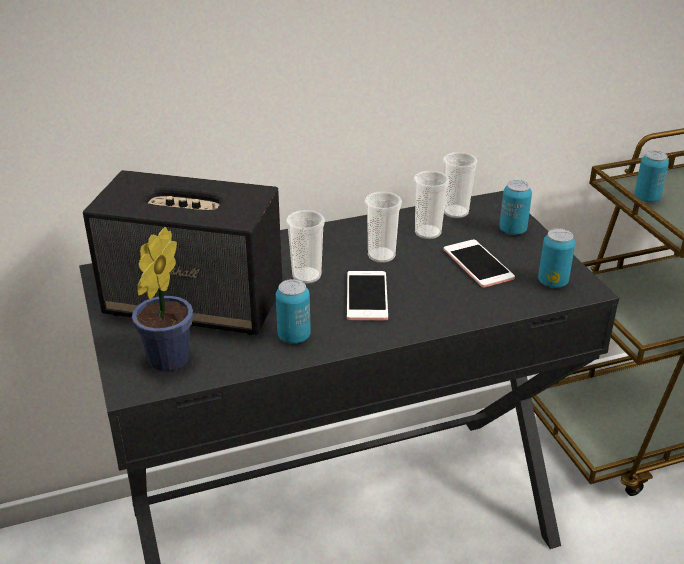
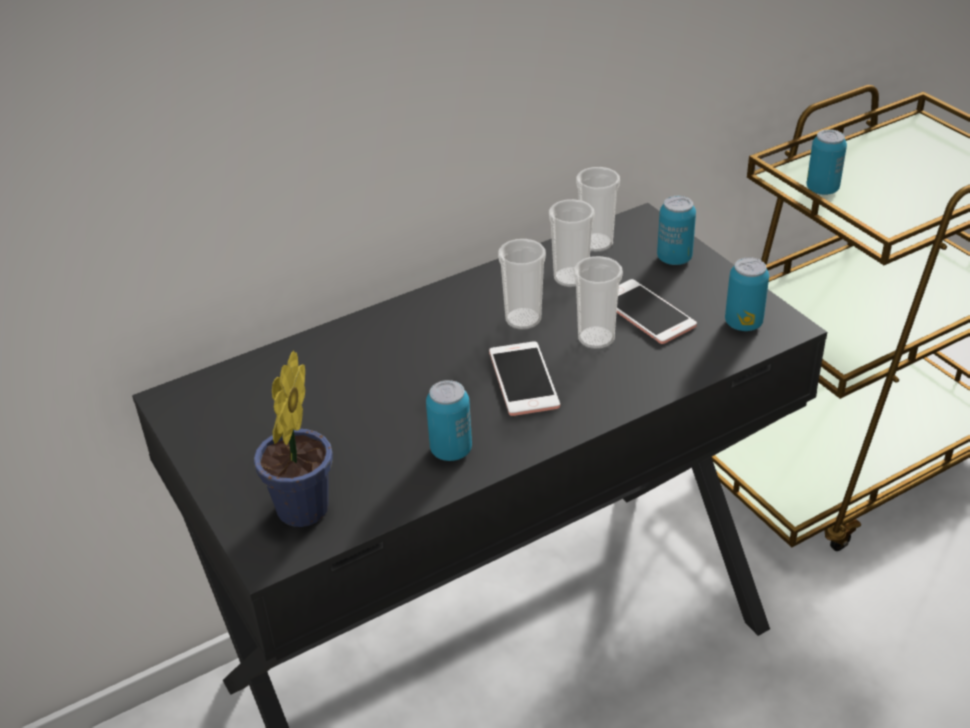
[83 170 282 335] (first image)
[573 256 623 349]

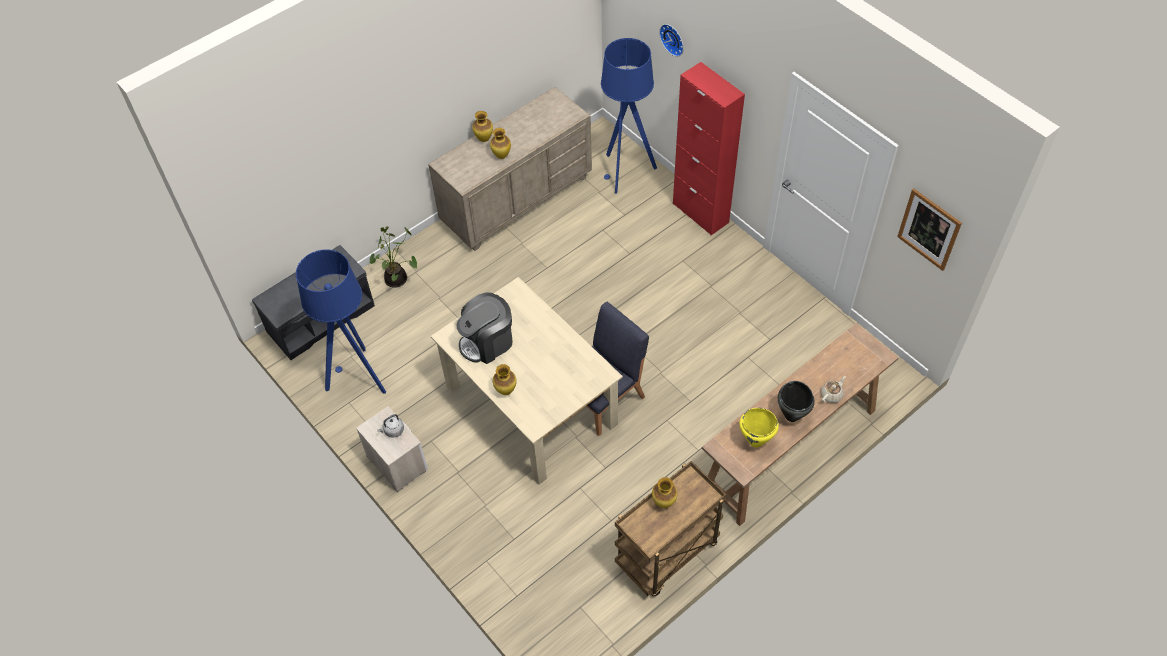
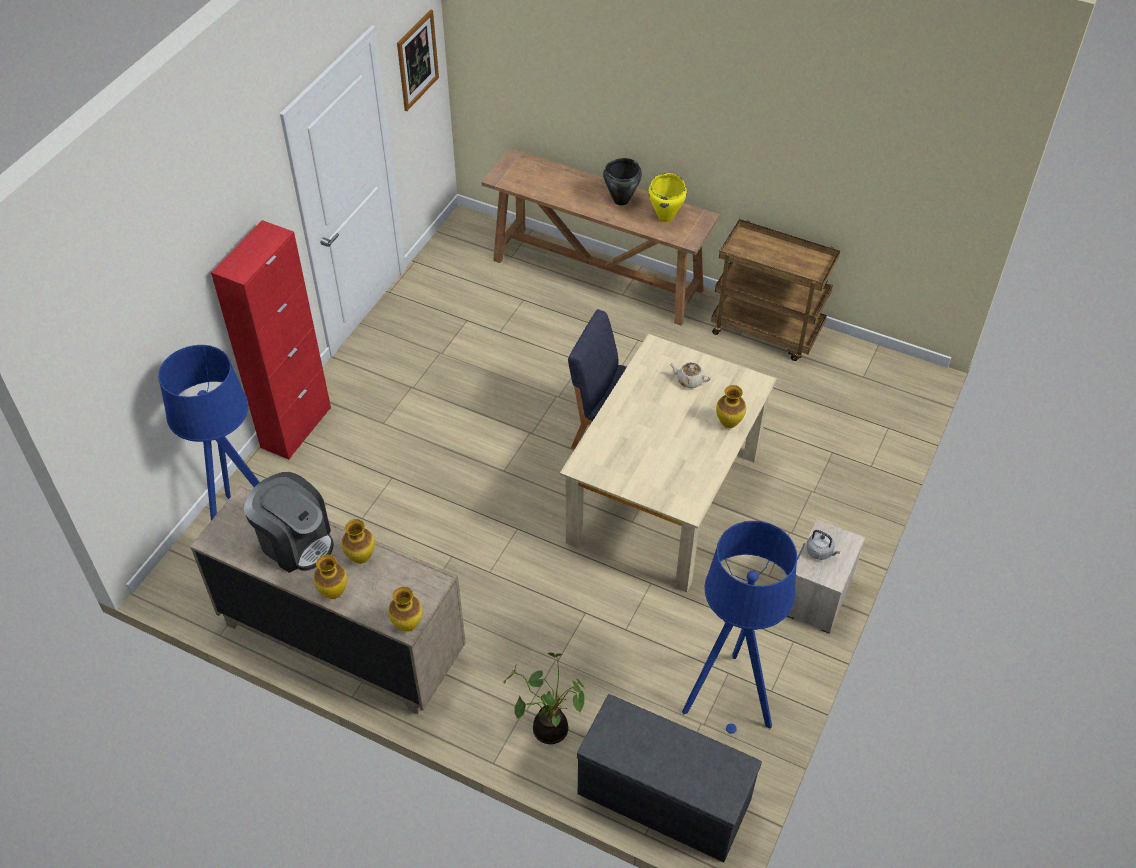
[659 24 684 57] (first image)
[244 472 334 573]
[669 362 711 388]
[388 587 423 632]

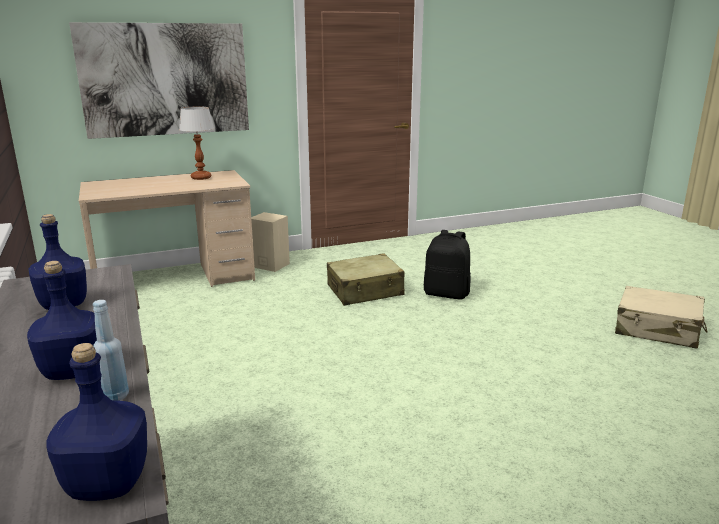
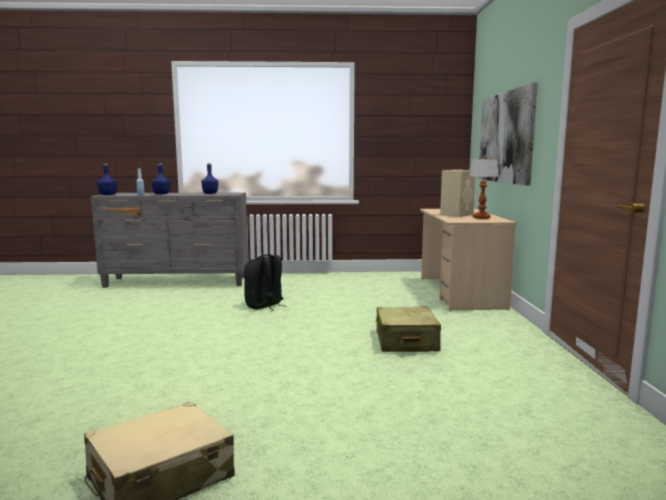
[440 170 475 217]
[244 254 284 310]

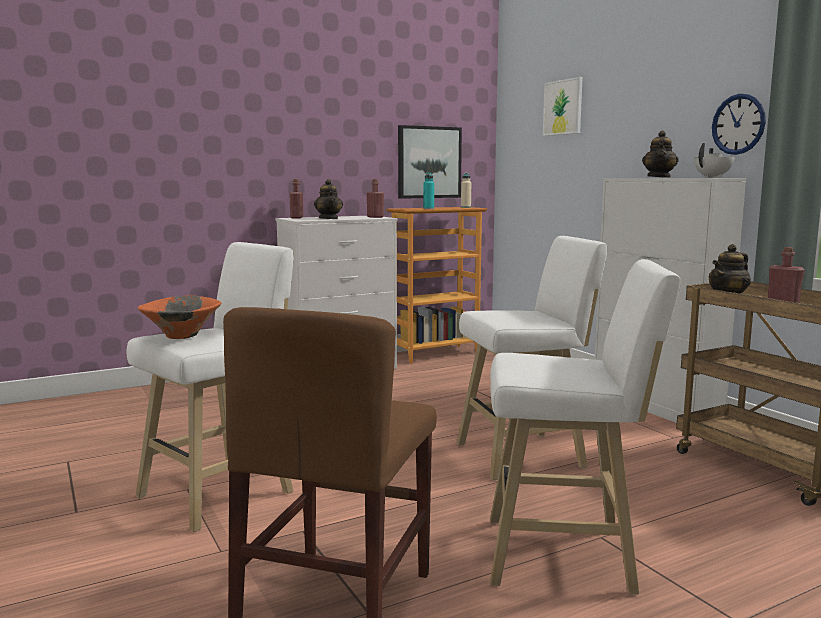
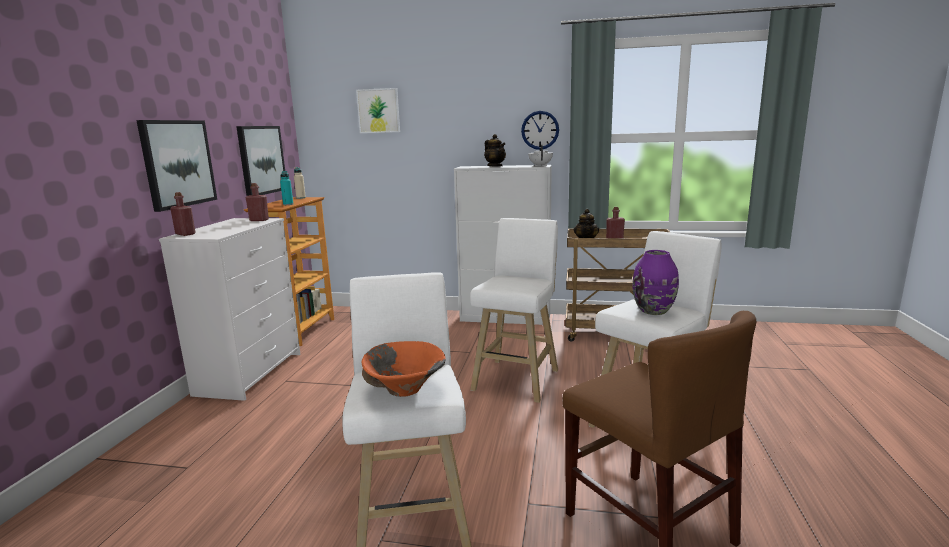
[314 179 343 219] (first image)
[136 120 217 212]
[632 250 679 315]

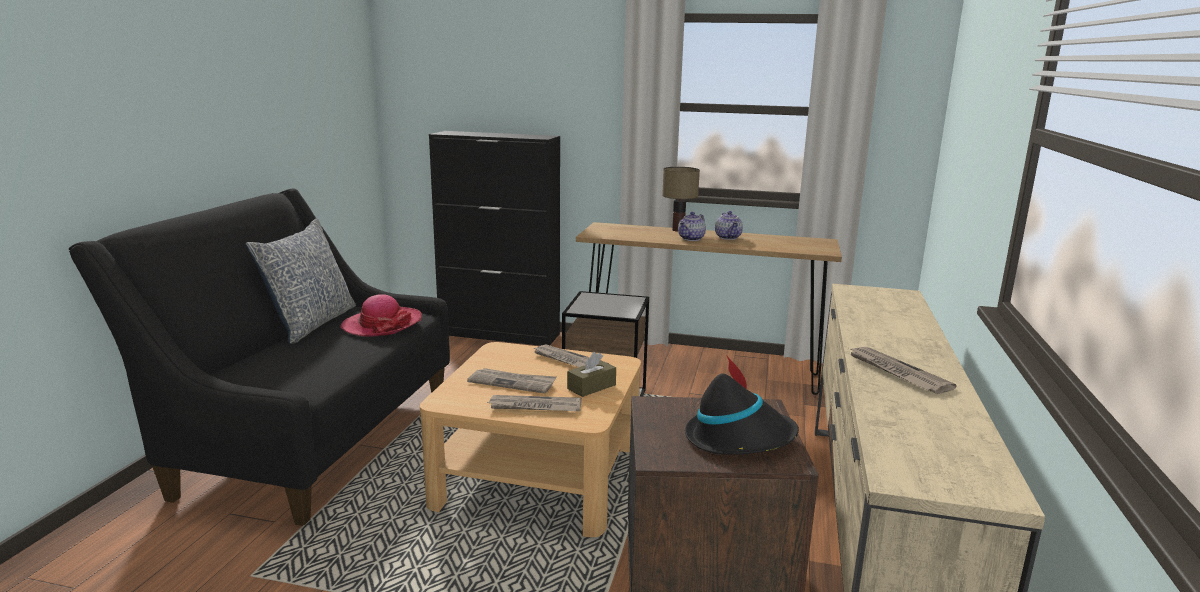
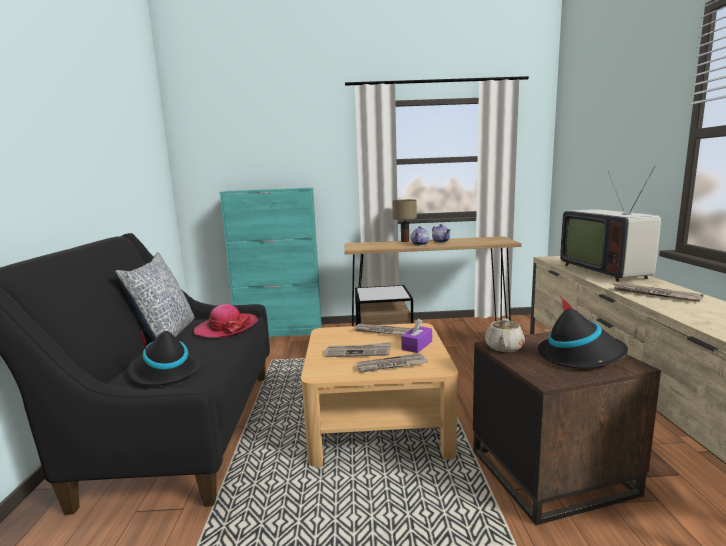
[220 188 322 337]
[401 319 432 353]
[560 166 661 282]
[485 318 525 352]
[128 331 202 385]

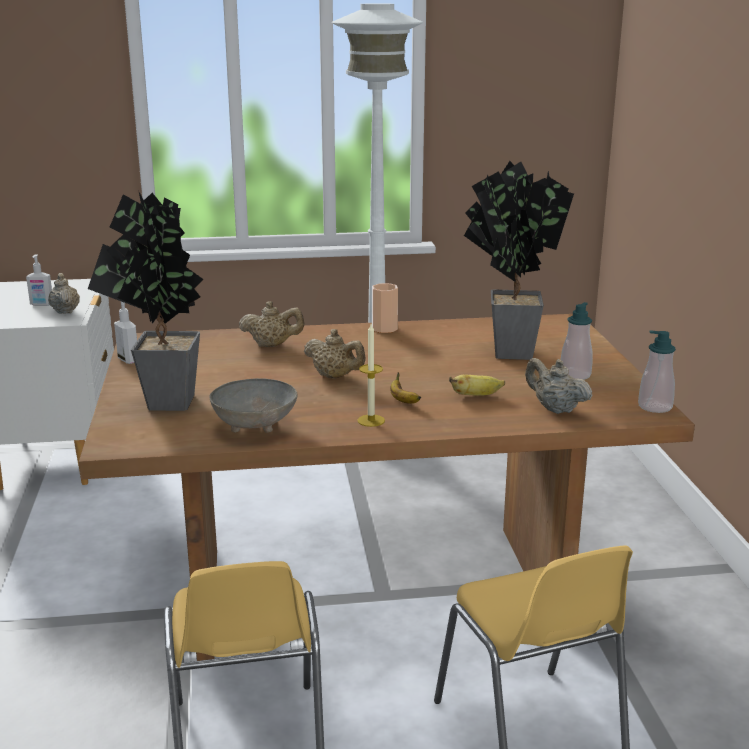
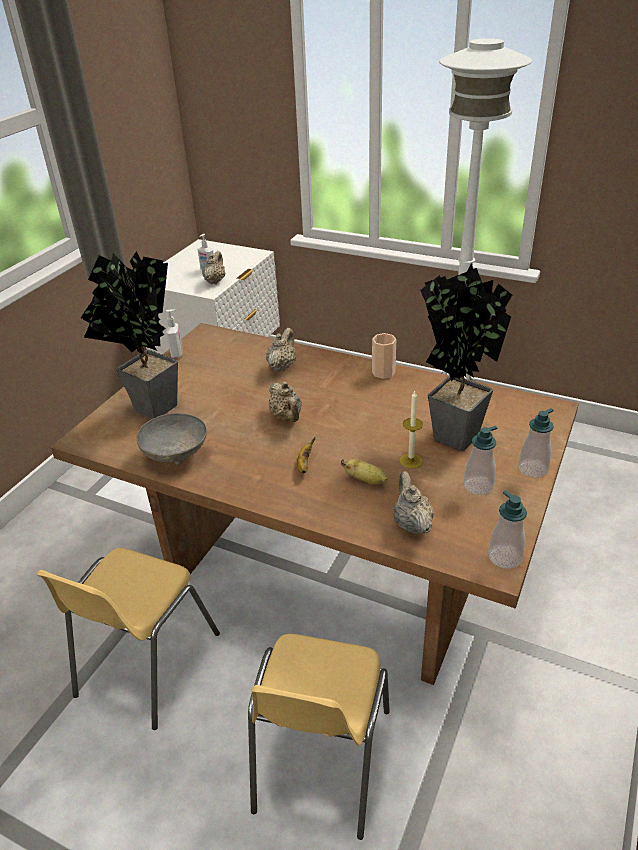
[266 328 296 372]
[400 390 423 469]
[518 408 554 478]

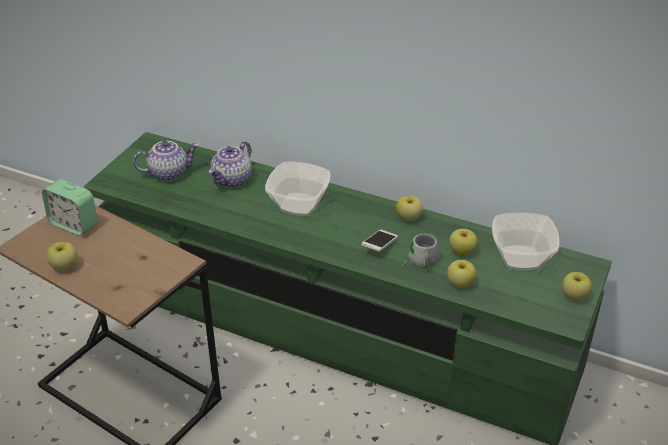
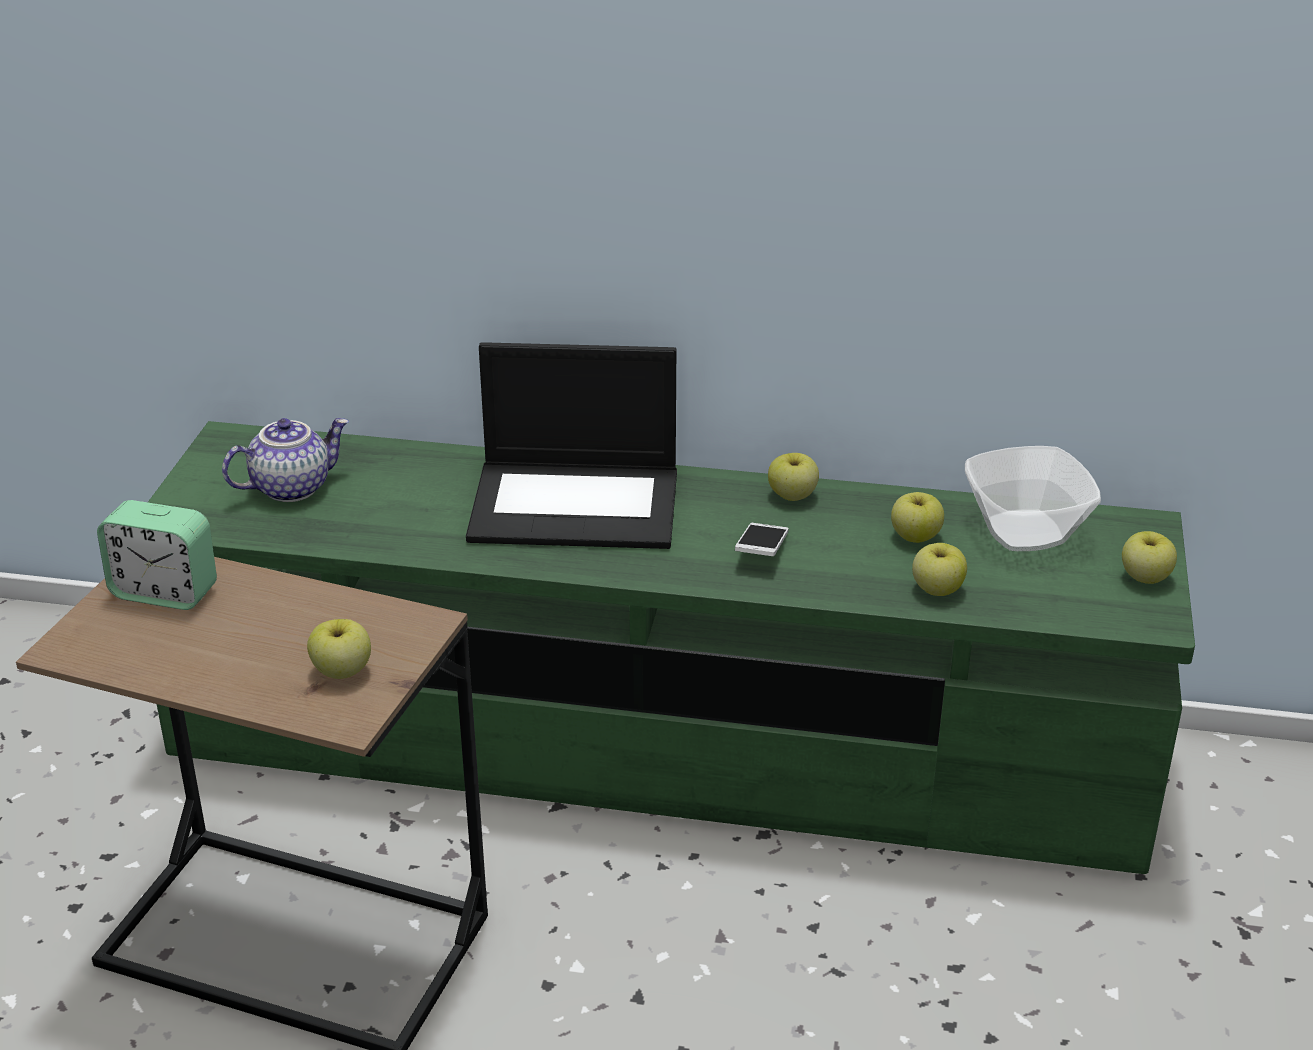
[209 141 251 188] (first image)
[466 342 677 549]
[401 234 440 268] (first image)
[307 619 371 679]

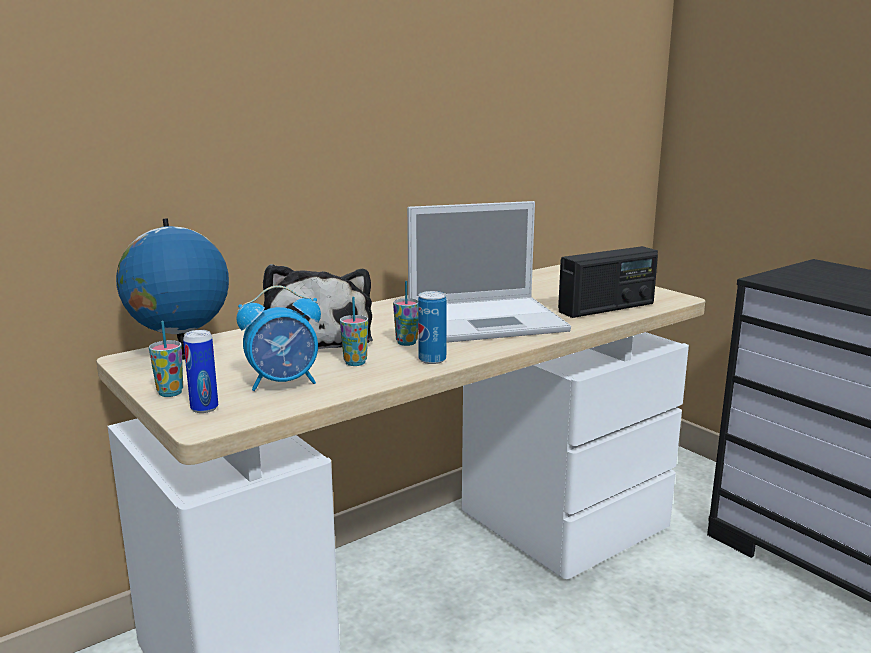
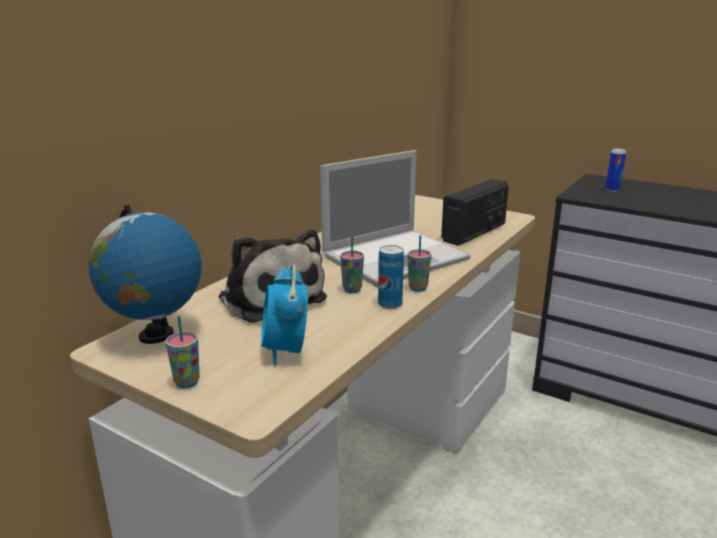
[261 265 308 366]
[408 235 431 292]
[605 149 626 192]

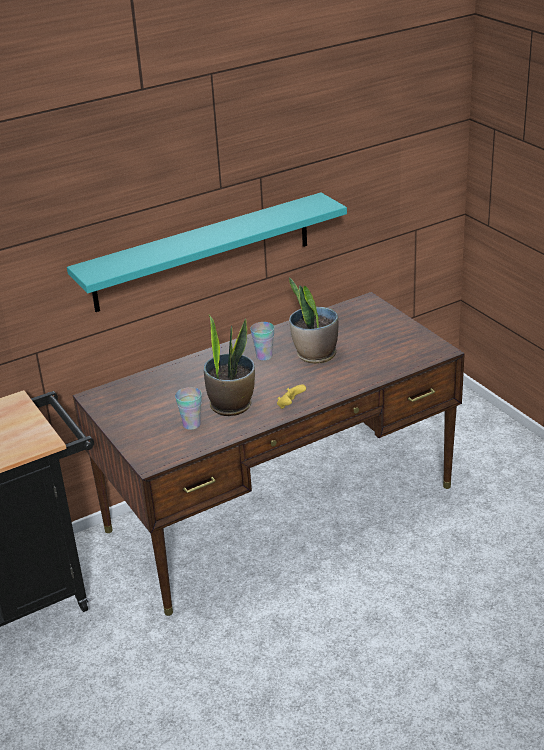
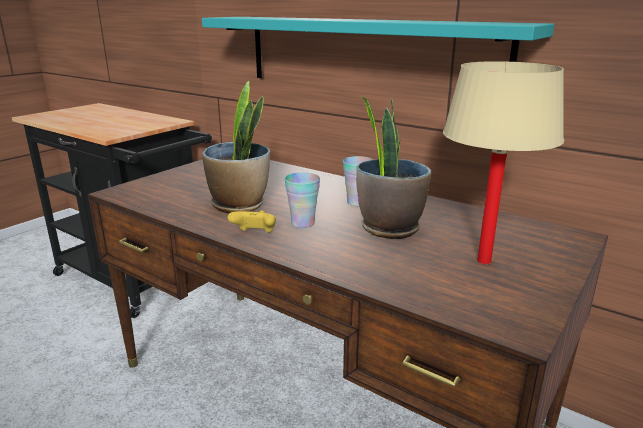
[285 172 320 228]
[443 61 564 264]

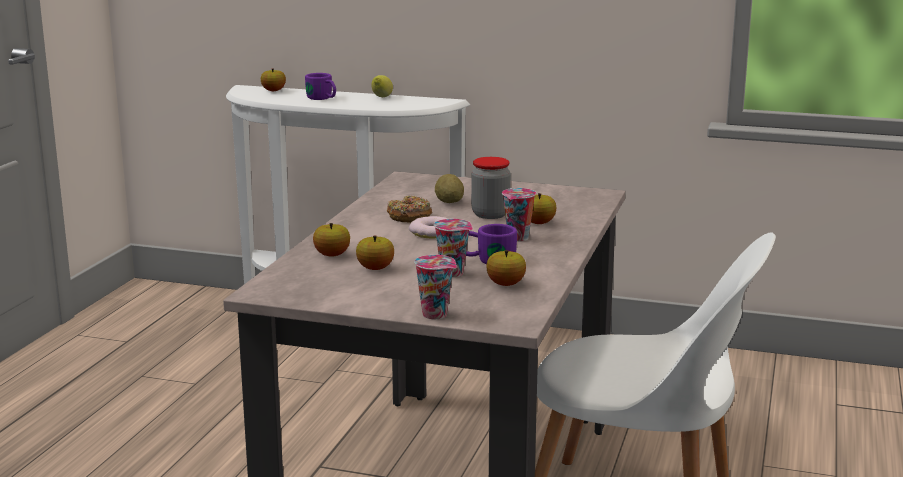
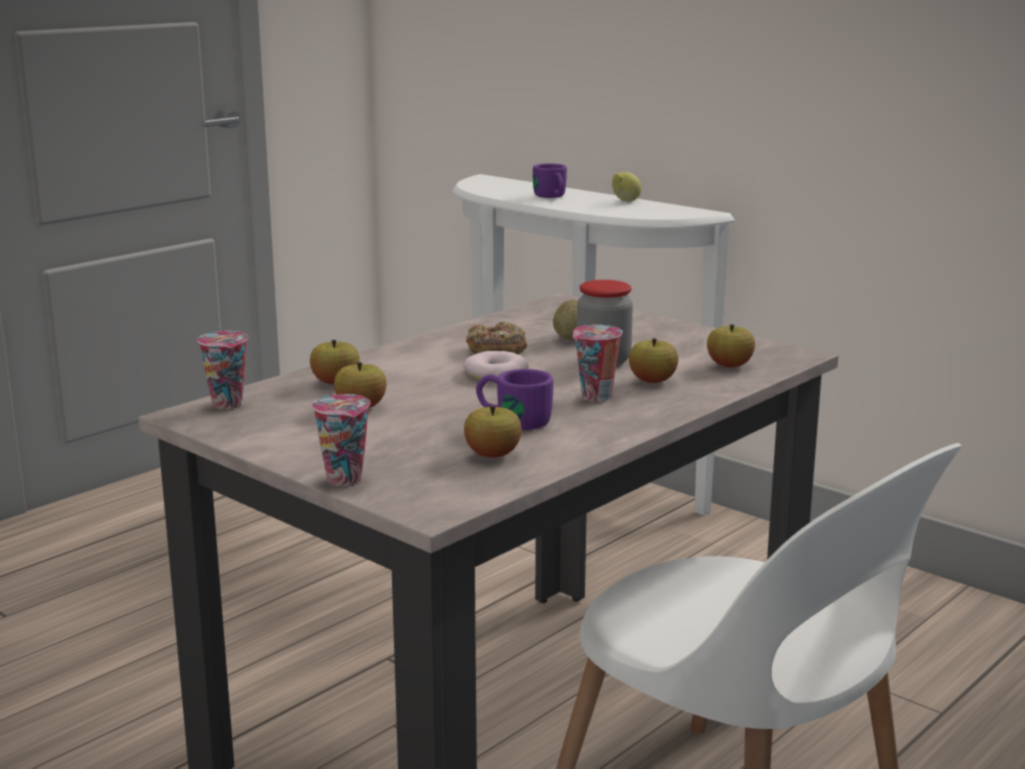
[707 324 755 367]
[197 331 248 409]

